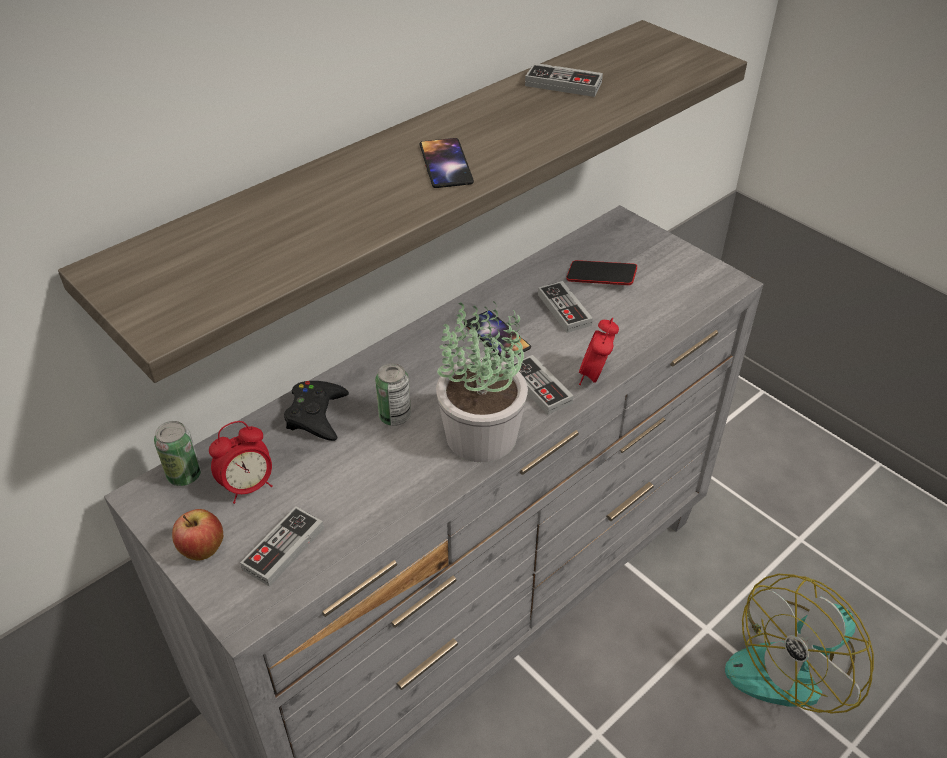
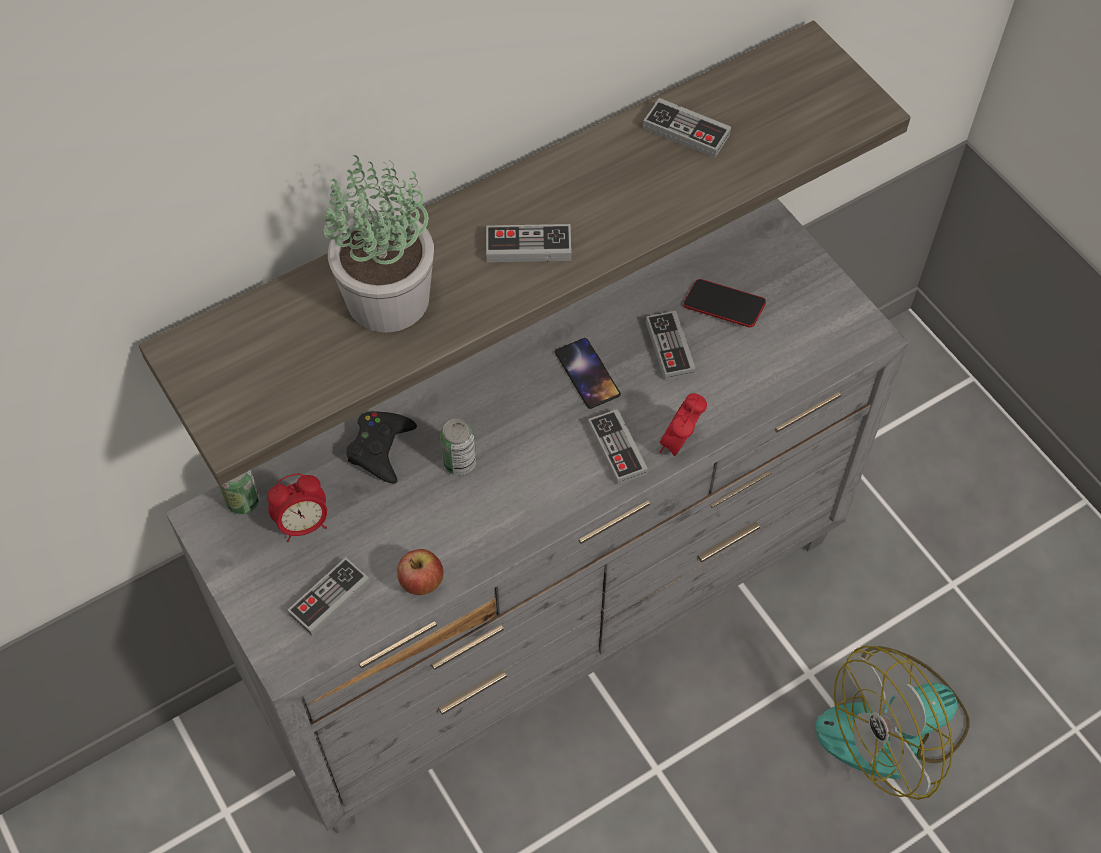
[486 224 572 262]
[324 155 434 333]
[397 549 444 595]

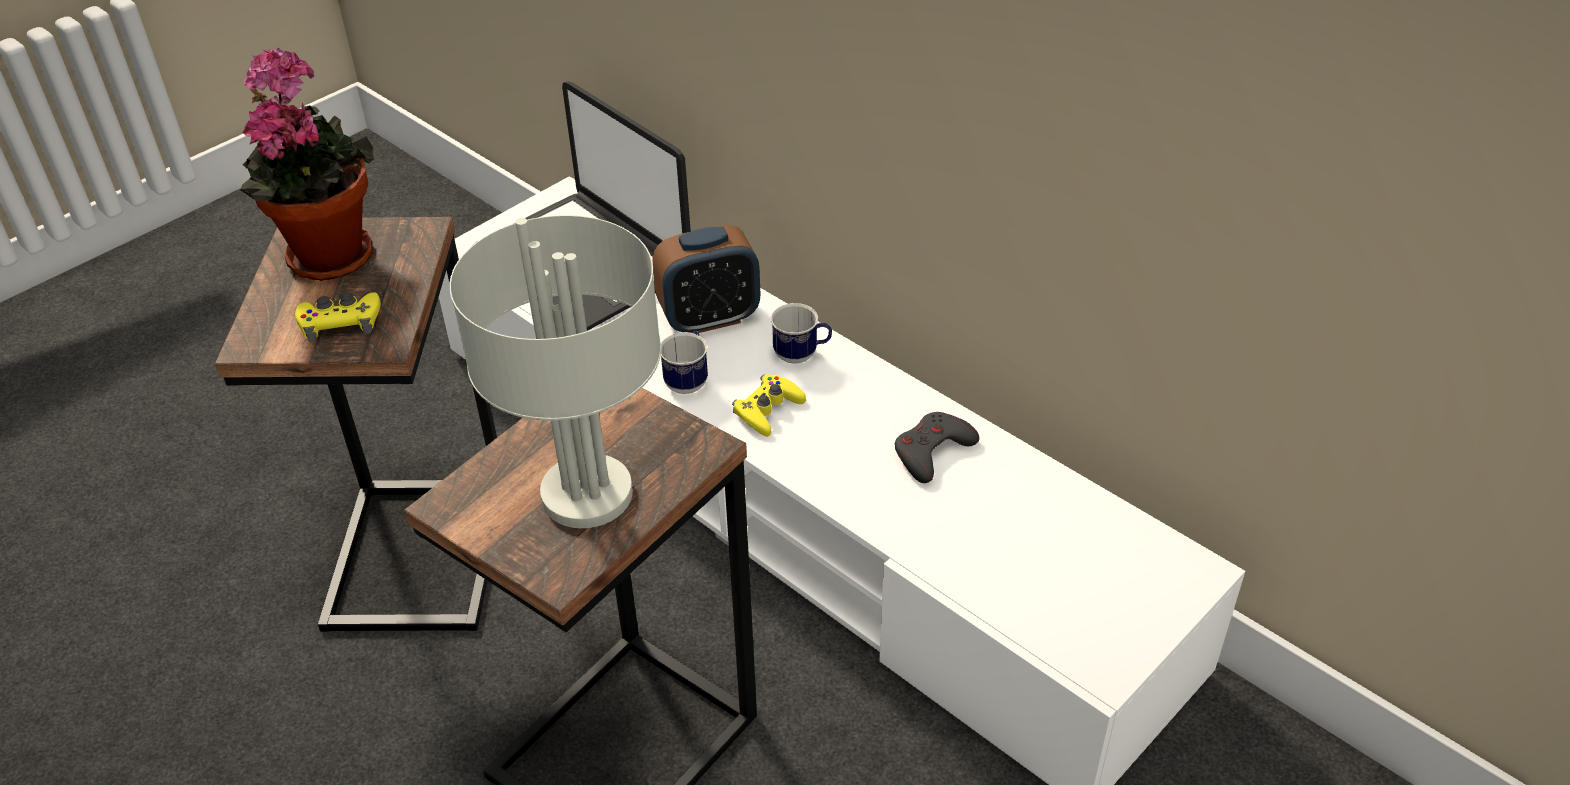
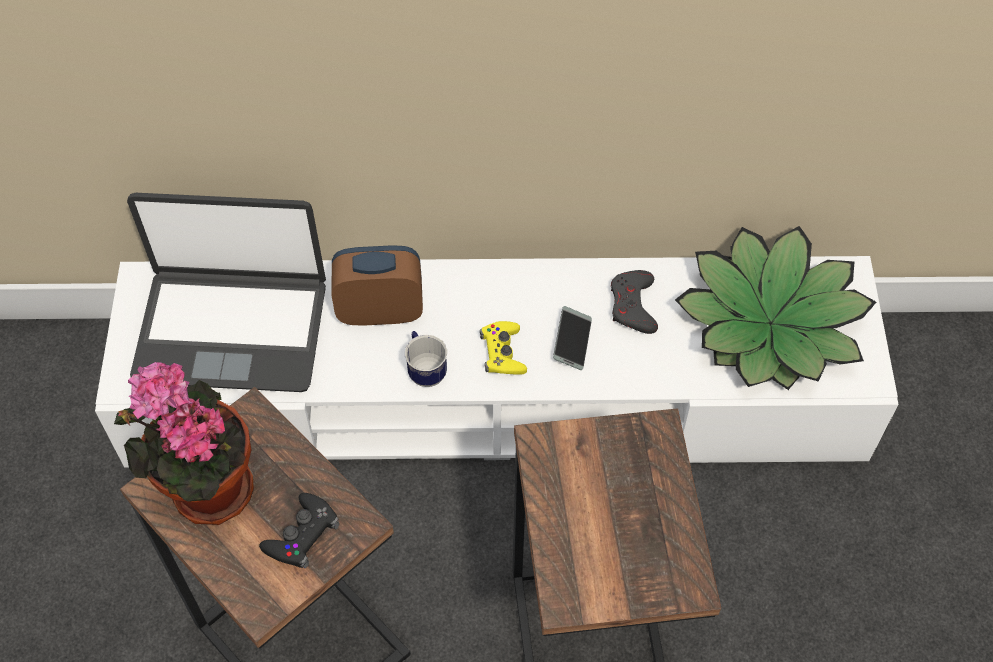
[449 215 661 528] (first image)
[332 245 423 326]
[259 493 339 568]
[771 303 832 364] (first image)
[675 226 876 390]
[553 306 592 370]

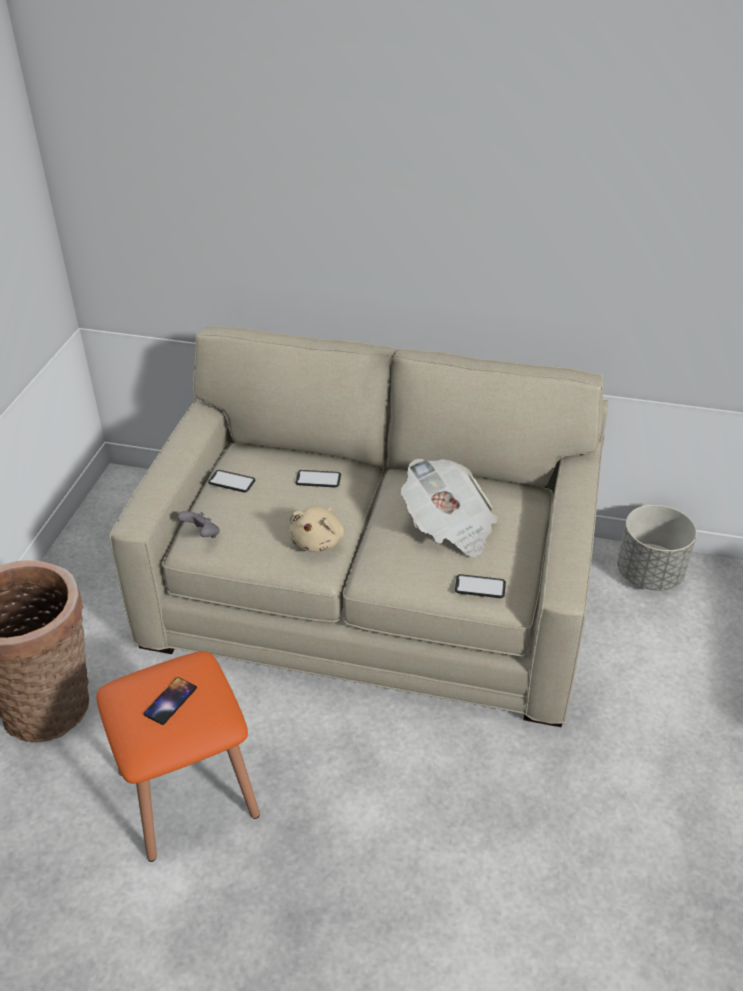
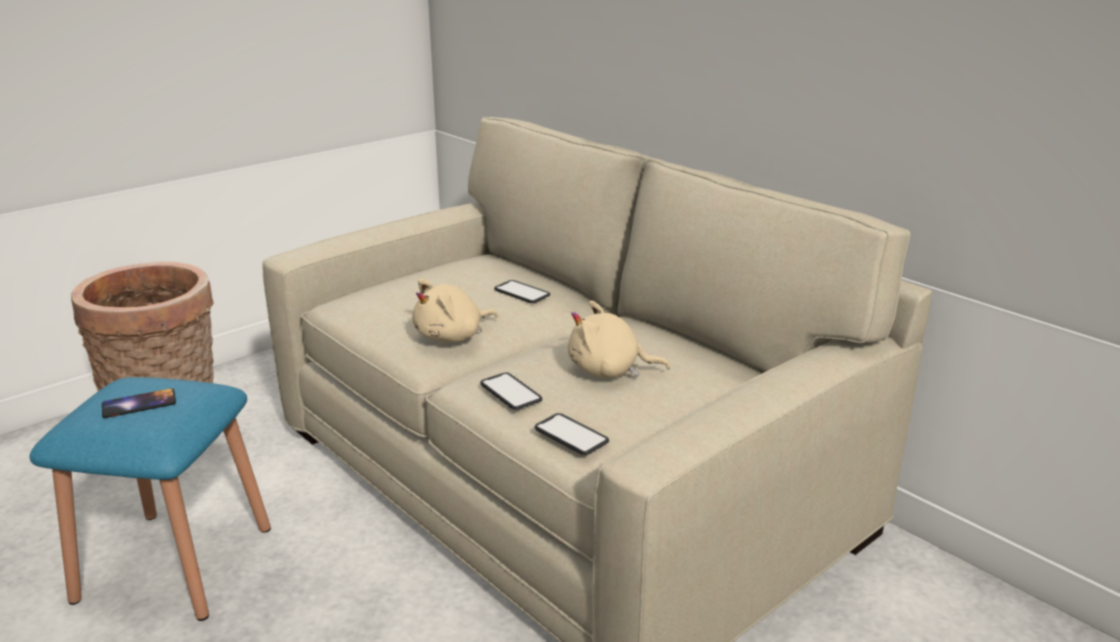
[568 300 670 378]
[480 372 542 410]
[617 505 697 591] (first image)
[178 511 220 538] (first image)
[30 377 271 621]

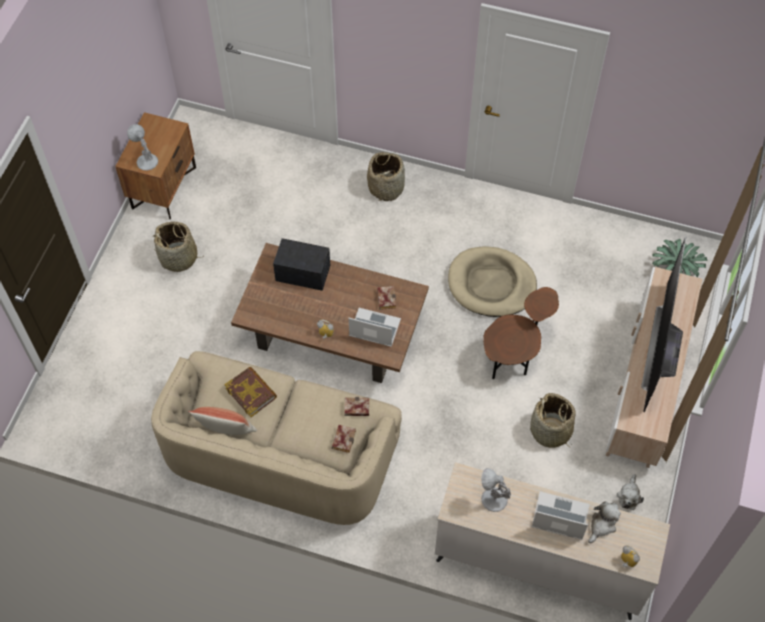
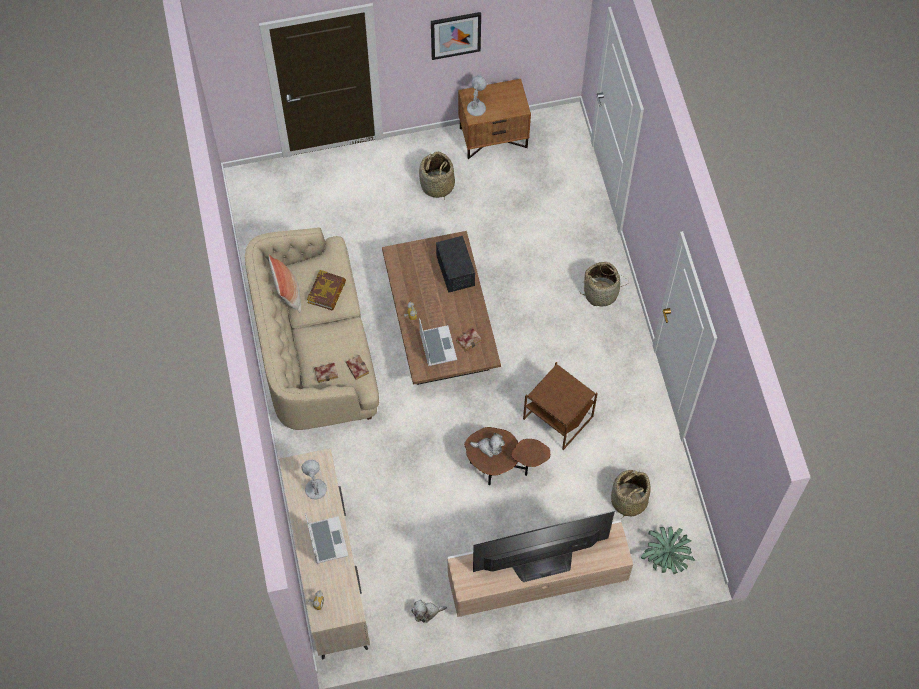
[523 362 598 450]
[611 470 650 518]
[470 433 505 458]
[431 12 481 60]

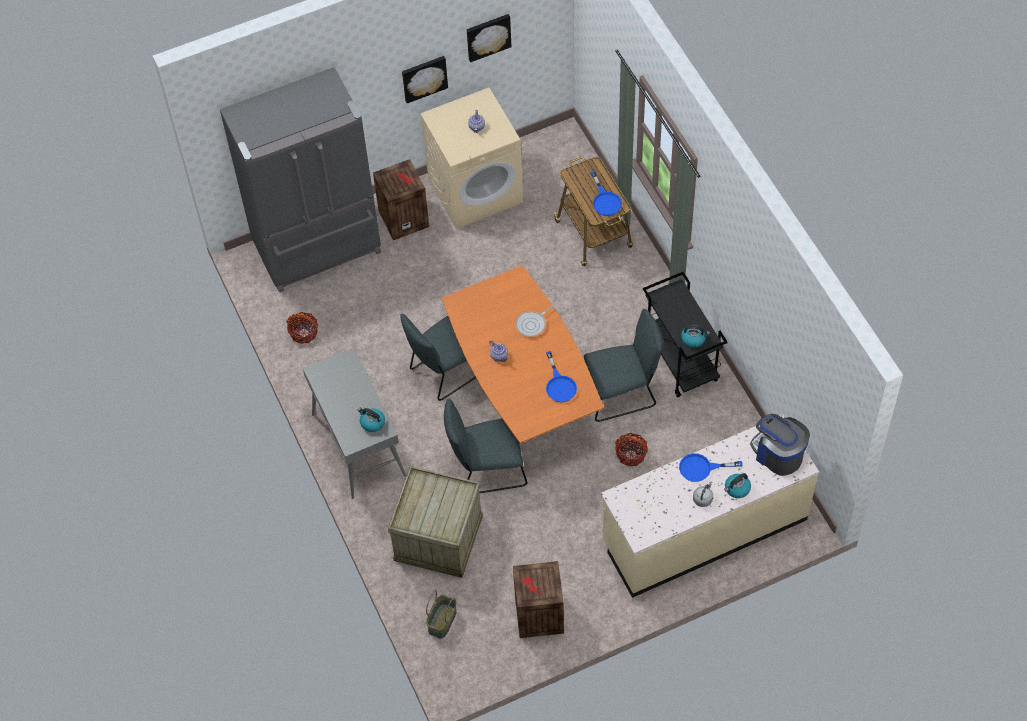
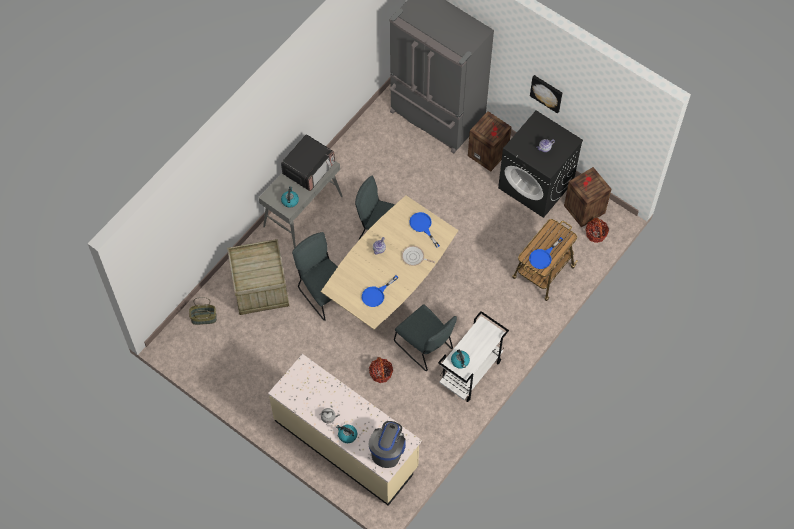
[467 14 512 62] (first image)
[498 110 583 218]
[321 195 458 329]
[438 311 509 402]
[586 218 609 243]
[409 212 440 247]
[564 167 611 228]
[281 134 335 191]

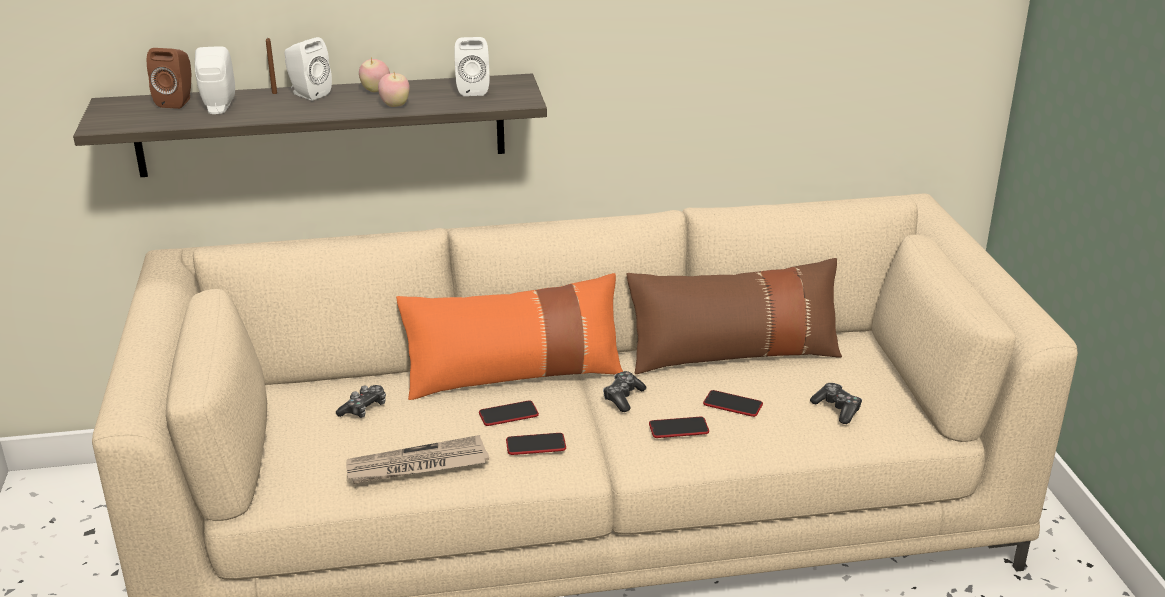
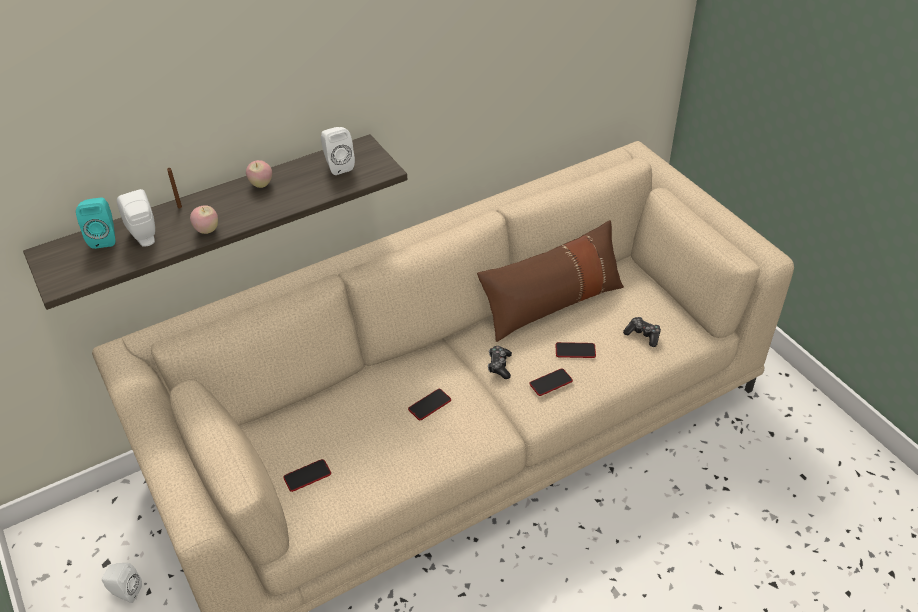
[102 563 142 603]
[76 198 115 249]
[190 205 218 234]
[396 273 623 400] (first image)
[336 385 386 418] (first image)
[283 459 331 492]
[346 435 489 484] (first image)

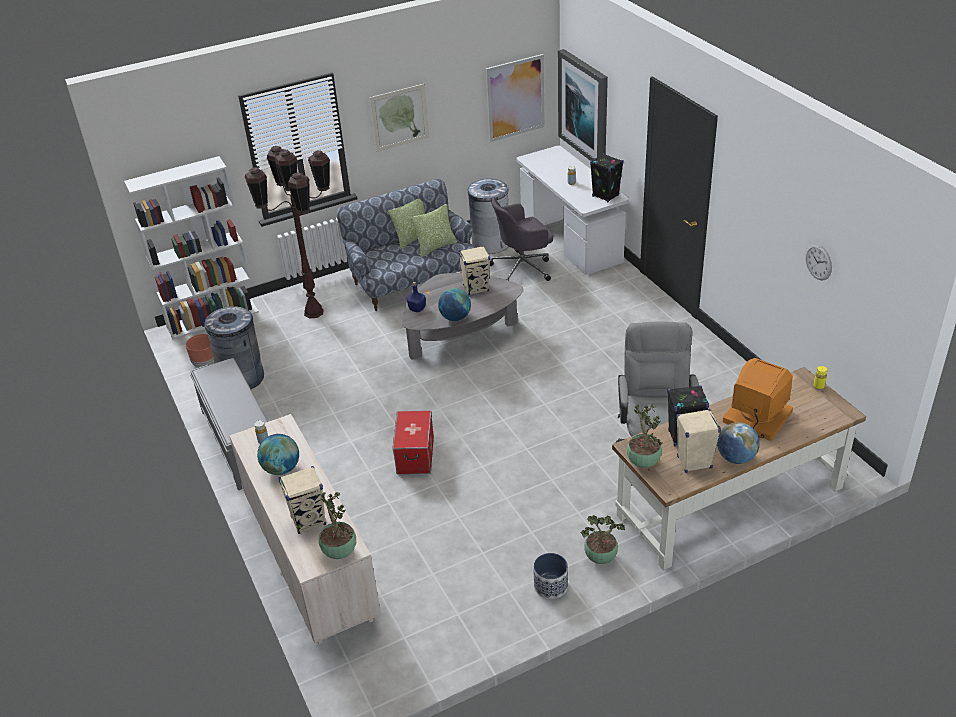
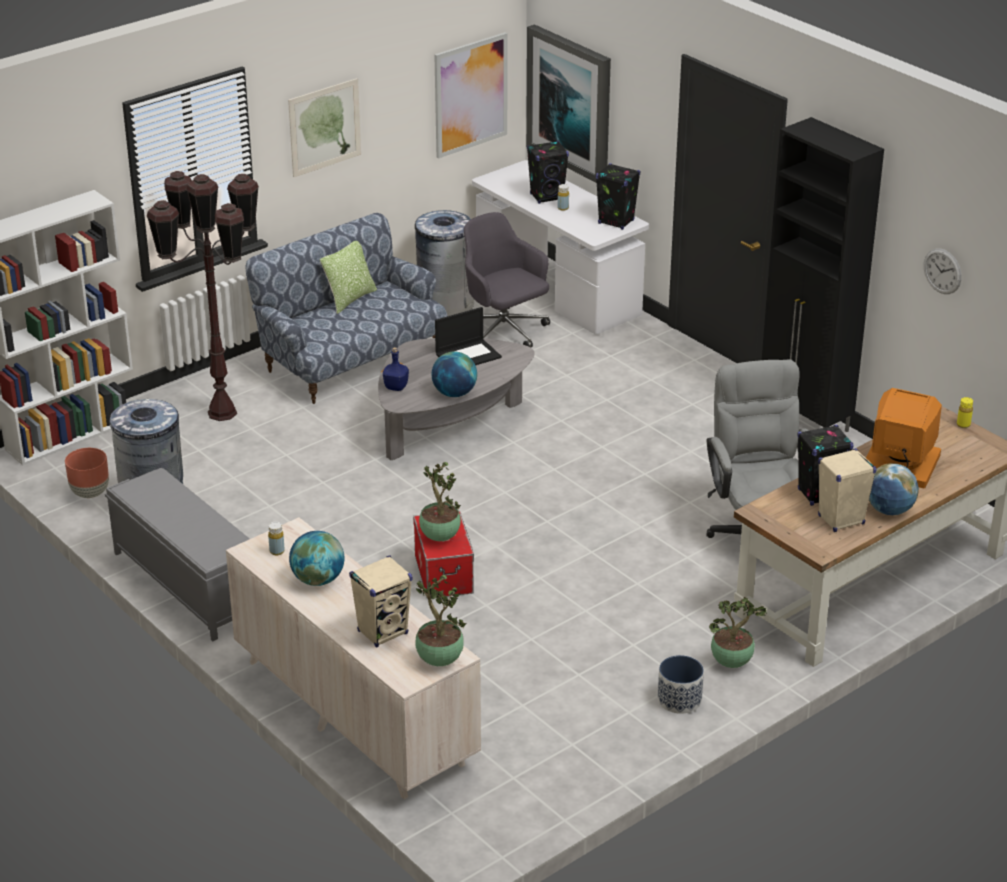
[464 212 550 348]
[411 204 457 257] (first image)
[435 307 502 365]
[419 462 461 541]
[762 117 884 432]
[527 141 569 204]

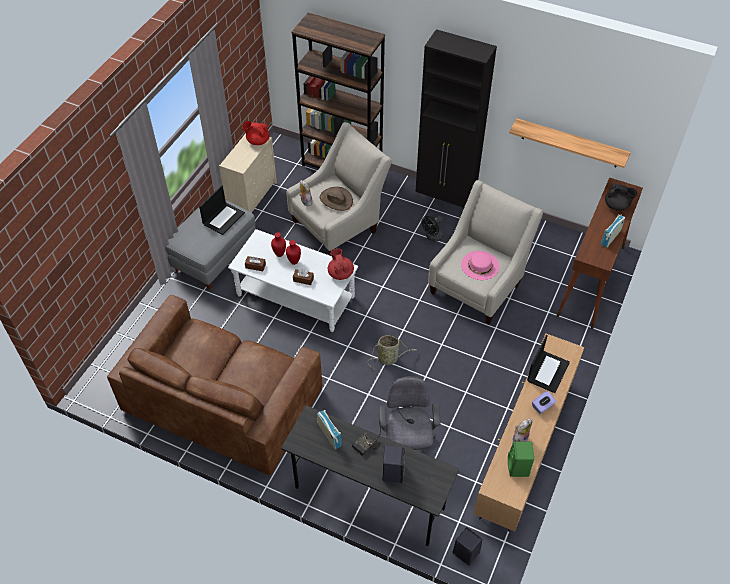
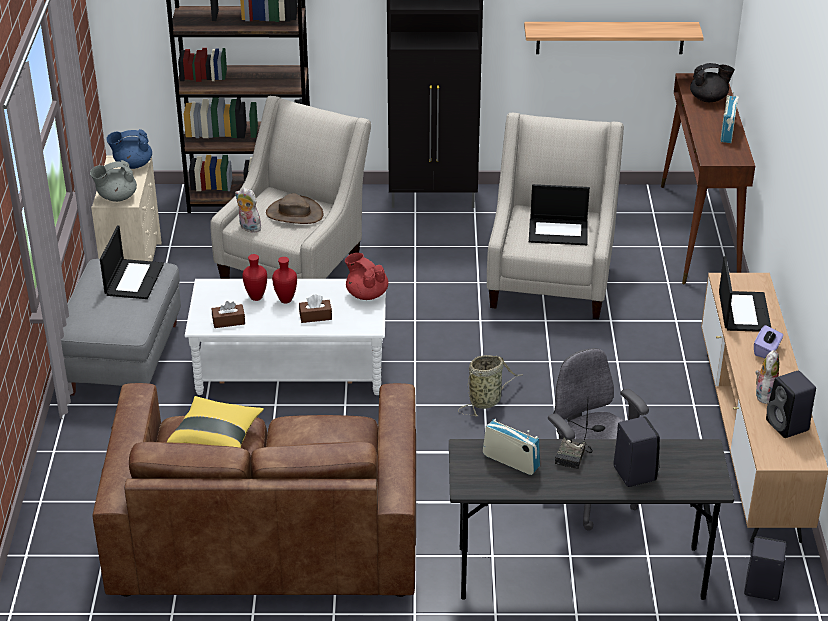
[106 129 152 169]
[421 216 443 242] (first image)
[529 184 590 245]
[766 371 816 438]
[90 160 137 202]
[167 396 264 448]

